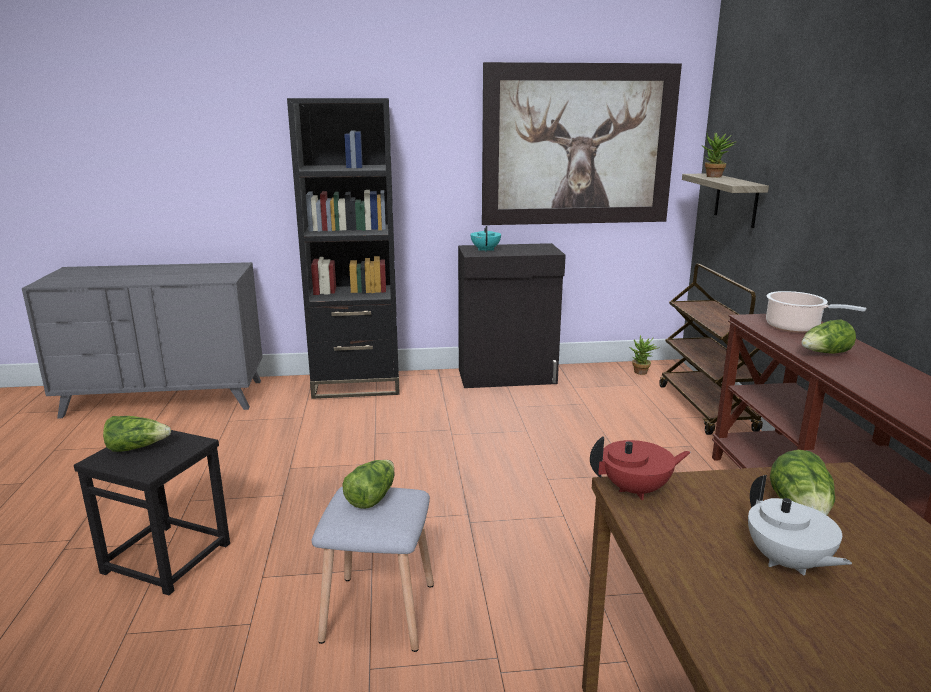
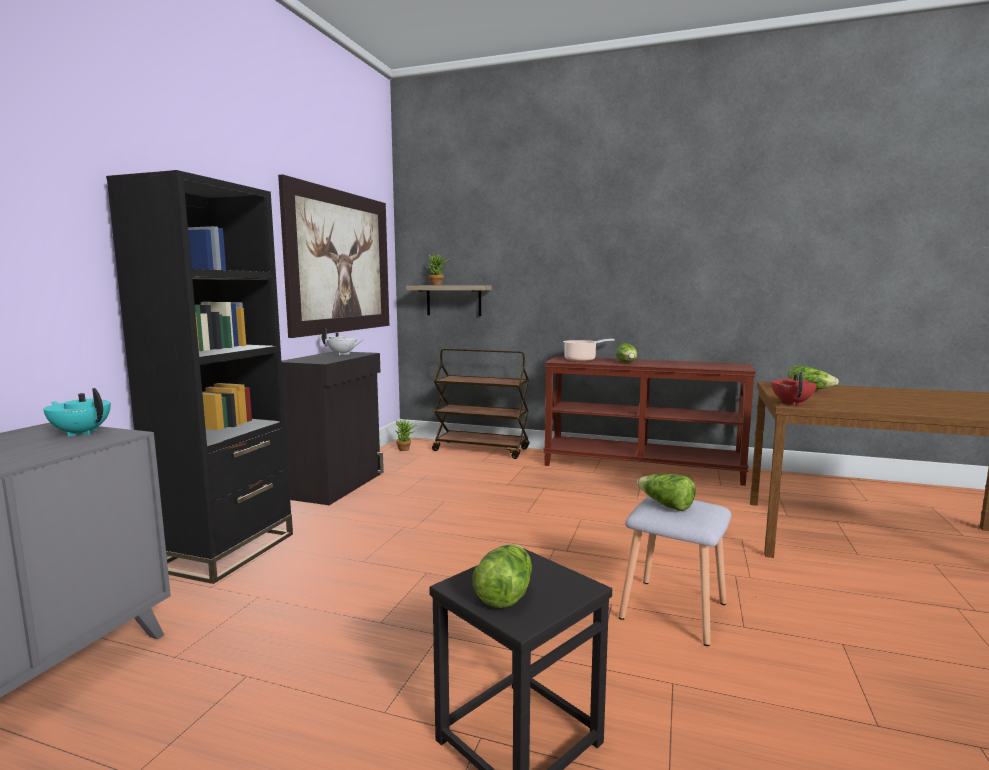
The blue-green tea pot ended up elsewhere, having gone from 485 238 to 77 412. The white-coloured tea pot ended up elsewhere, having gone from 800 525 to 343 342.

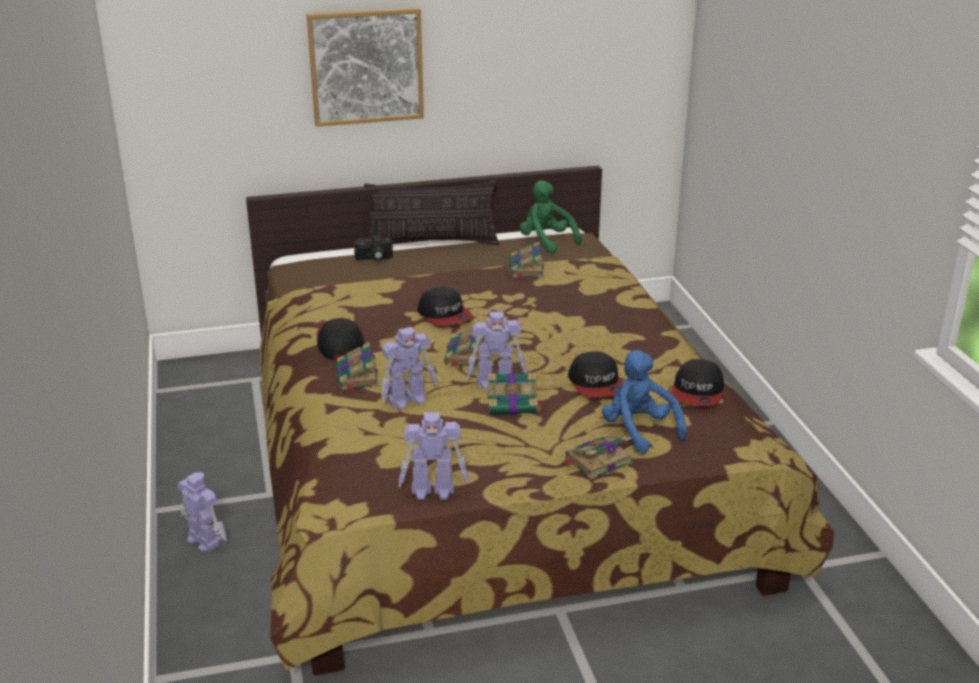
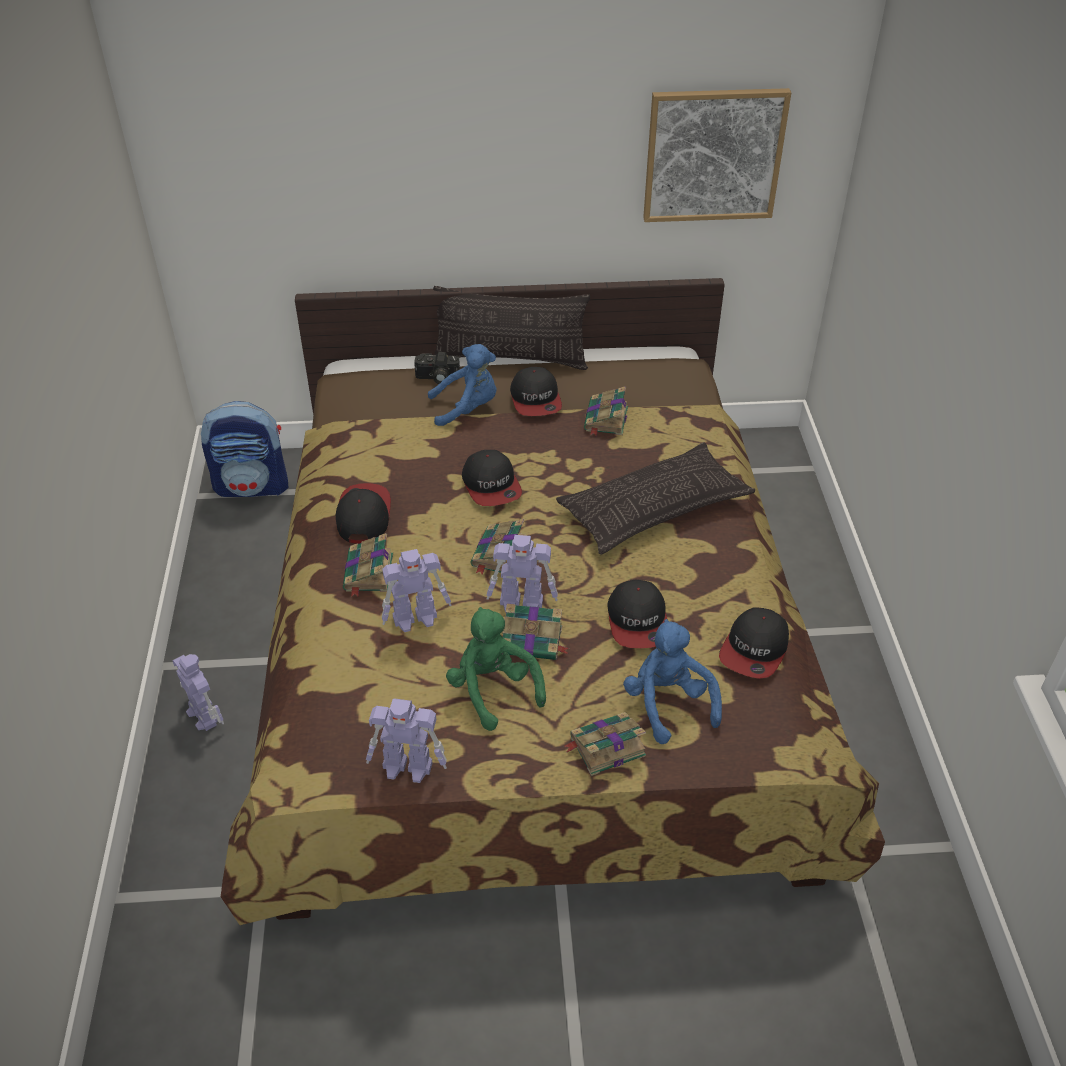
The second view gained the knapsack at 245 449. The second view gained the blue soft toy at 462 385. The second view gained the peaked cap at 536 391. The second view gained the throw pillow at 655 498. The wall picture ended up elsewhere, having gone from 365 67 to 717 155. The greenish soft toy ended up elsewhere, having gone from 551 216 to 496 669.

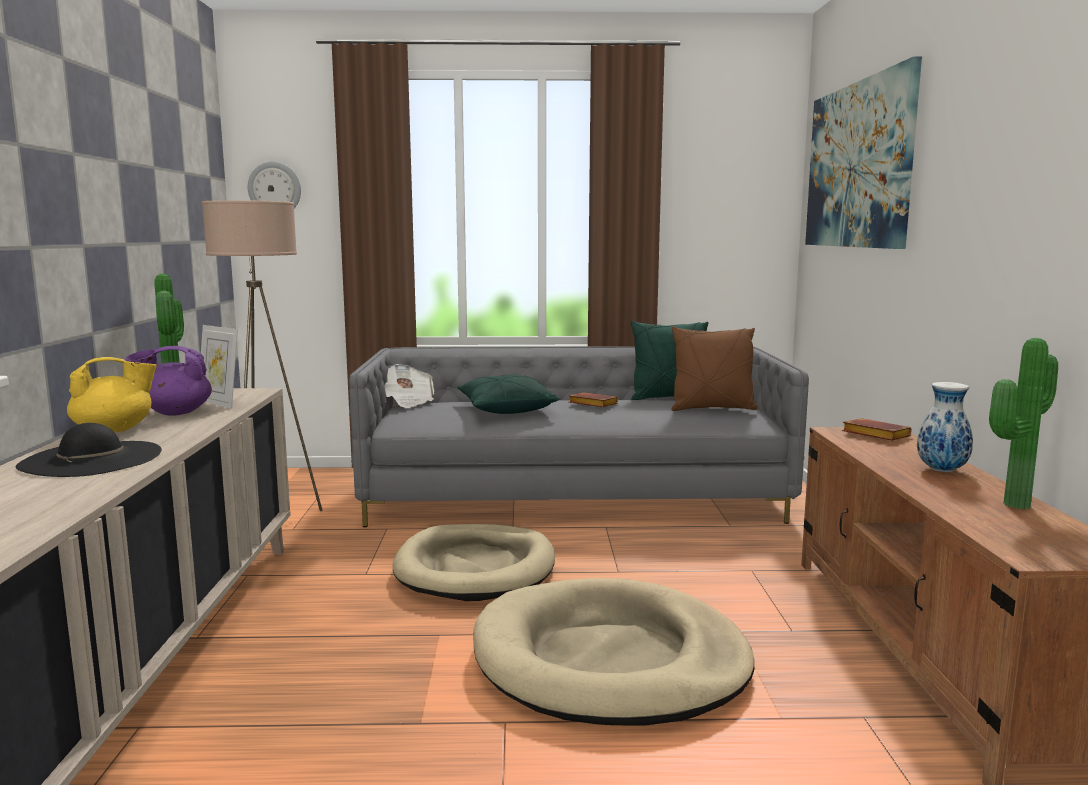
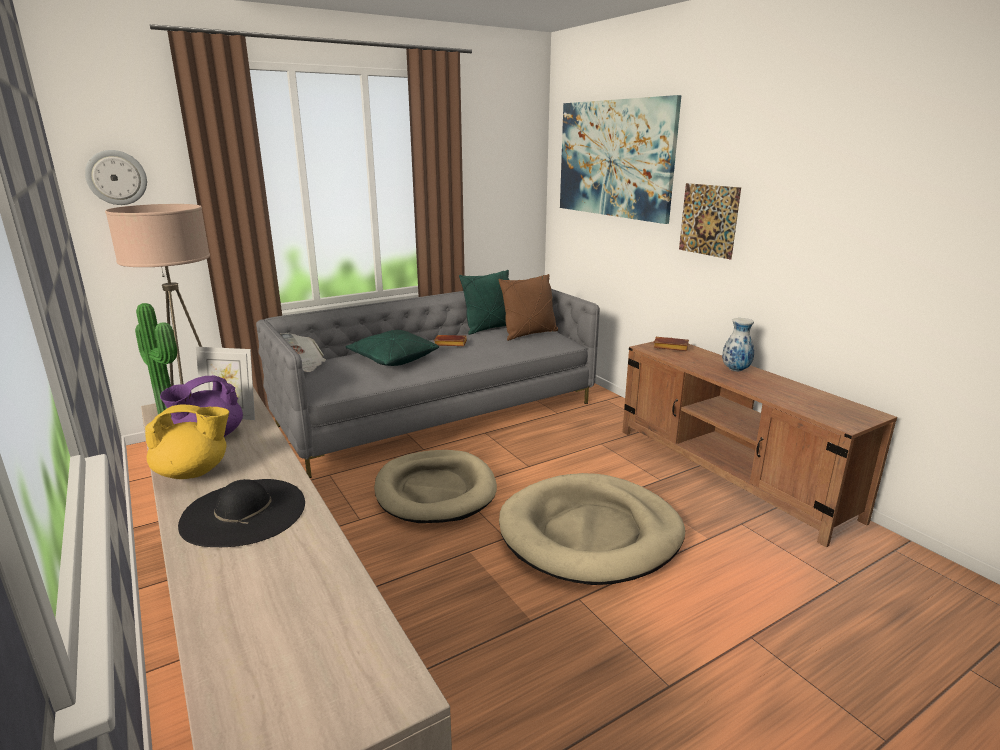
The second view lost the houseplant at 1023 423. The second view gained the wall picture at 710 221. The yellow tea pot at 112 394 ended up facing another way, 45 degrees clockwise from before.

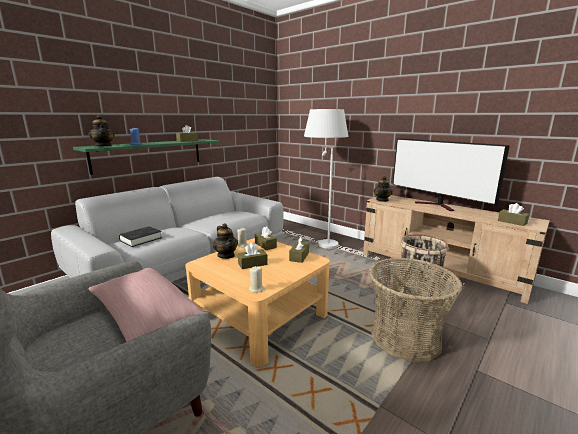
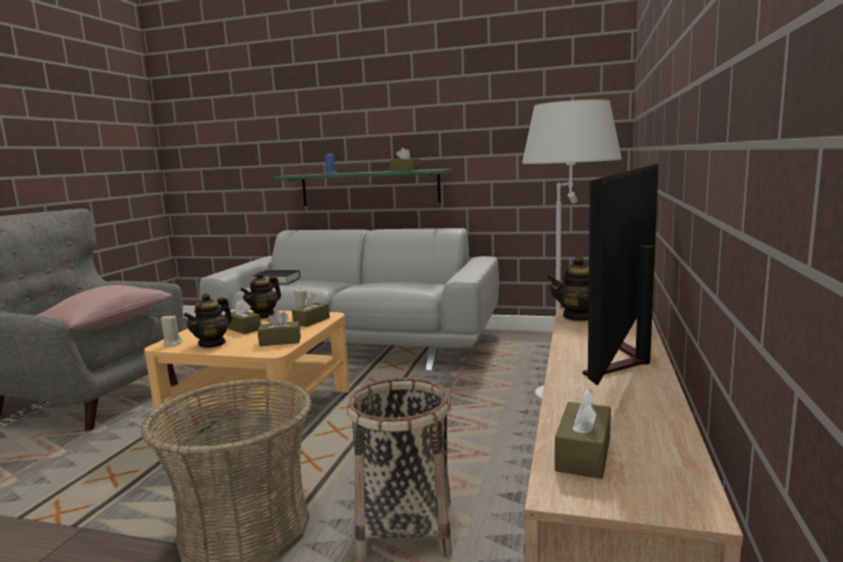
The tea pot ended up elsewhere, having gone from 102 130 to 207 320.

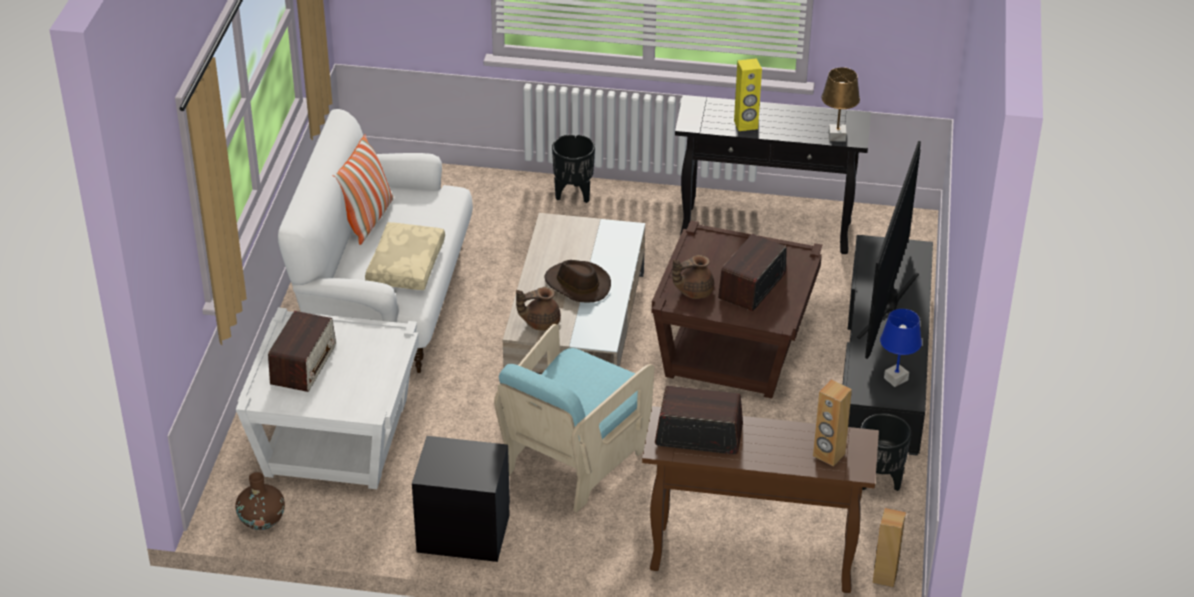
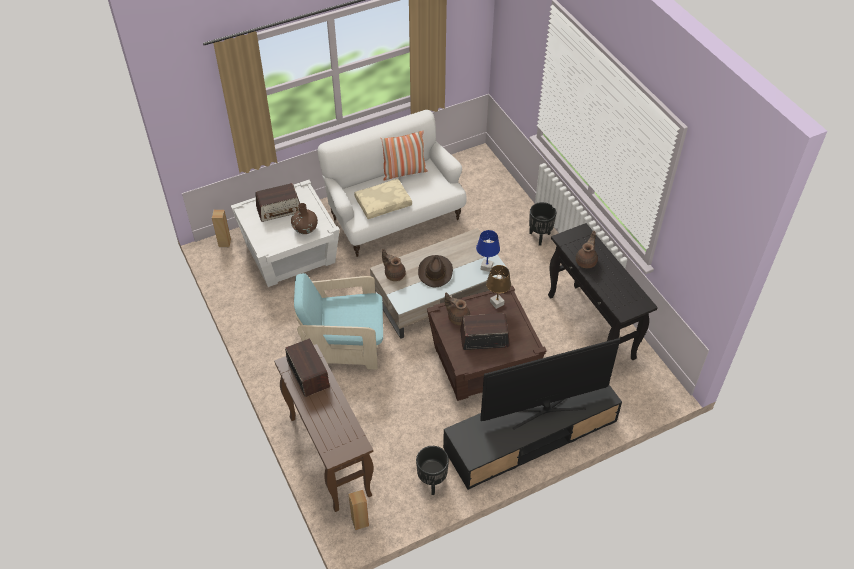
The second view lost the blackish nightstand at 461 499. The brown-coloured decorative vase ended up elsewhere, having gone from 260 501 to 304 218. The brown-coloured loudspeaker ended up elsewhere, having gone from 832 422 to 221 228. The brown-coloured tabletop lamp ended up elsewhere, having gone from 841 104 to 498 287. The blue tabletop lamp ended up elsewhere, having gone from 901 348 to 488 251. Where the yellow loudspeaker stood at 748 94, the brown-coloured tea pot came to stand at 587 249.

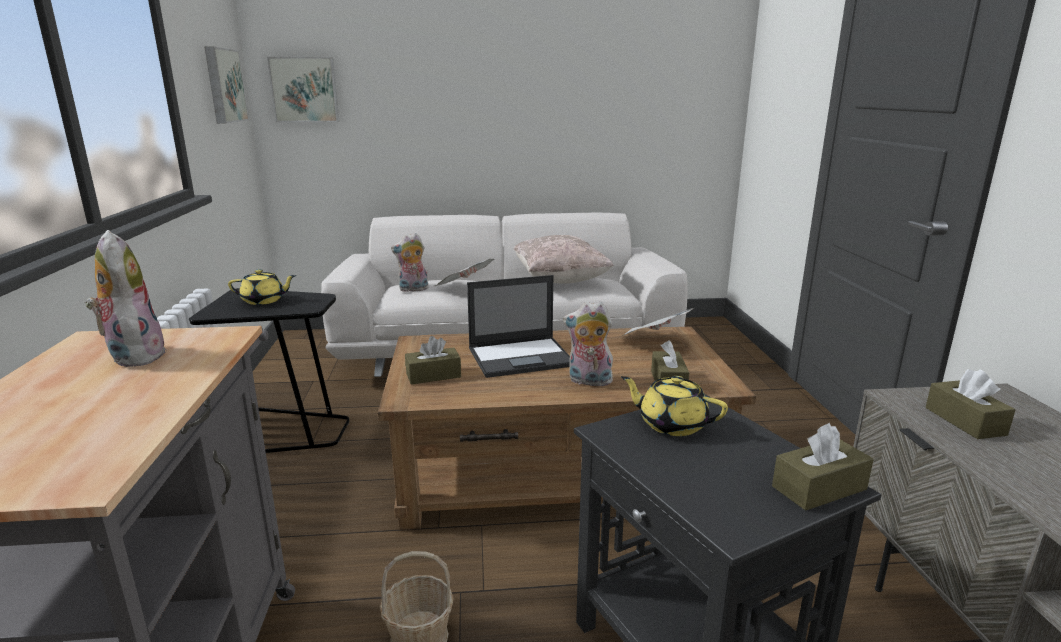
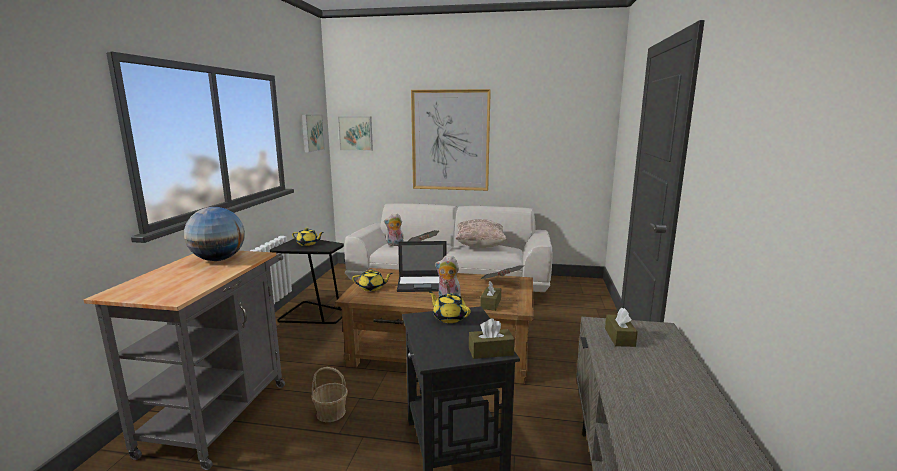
The second view gained the wall picture at 451 140. Where the soft toy stood at 126 298, the world globe came to stand at 214 234. Where the brown-coloured box of tissues stood at 433 360, the yellow tea pot came to stand at 372 280.

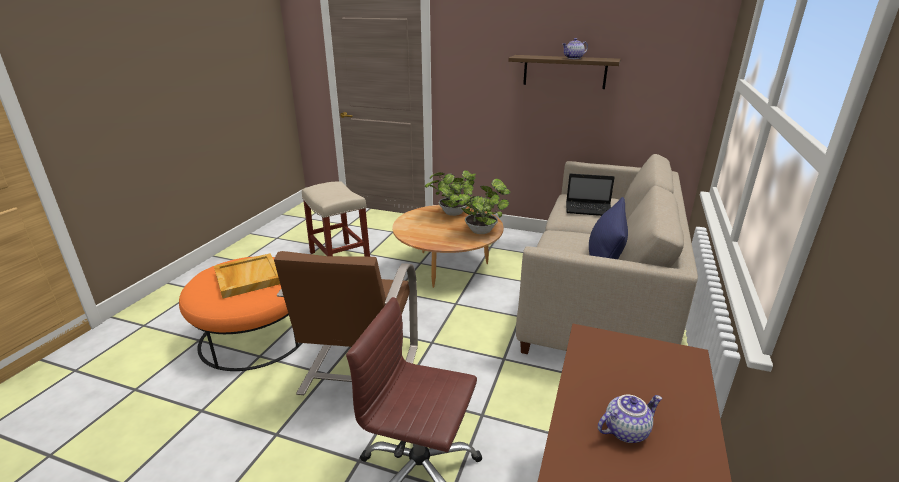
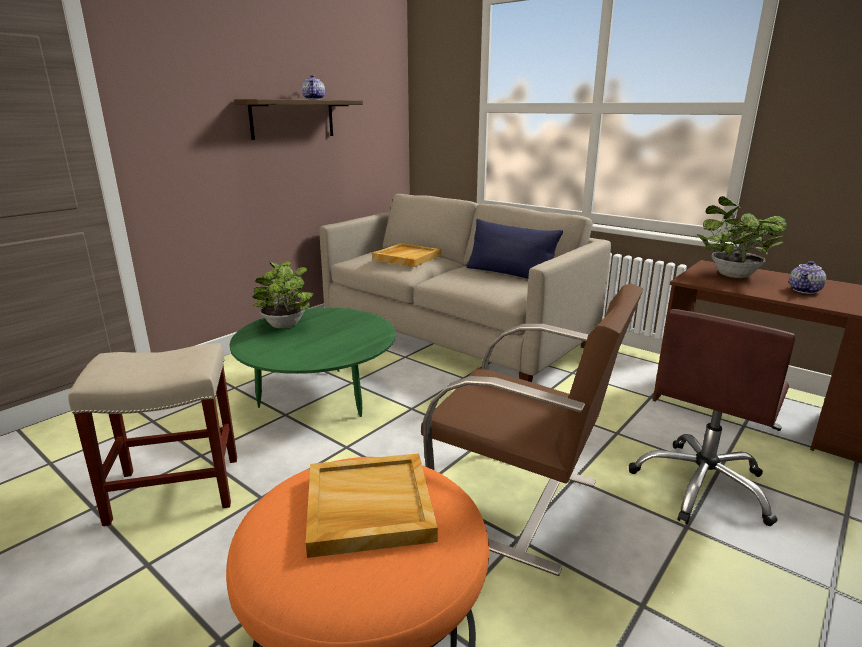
The houseplant ended up elsewhere, having gone from 484 206 to 742 237. Where the laptop stood at 590 194, the sand-coloured carrying tray came to stand at 406 255. What was the brown-coloured coffee table at 448 246 turned into the greenish coffee table at 313 362. The tea pot at 630 418 ended up facing another way, 135 degrees counterclockwise from before.

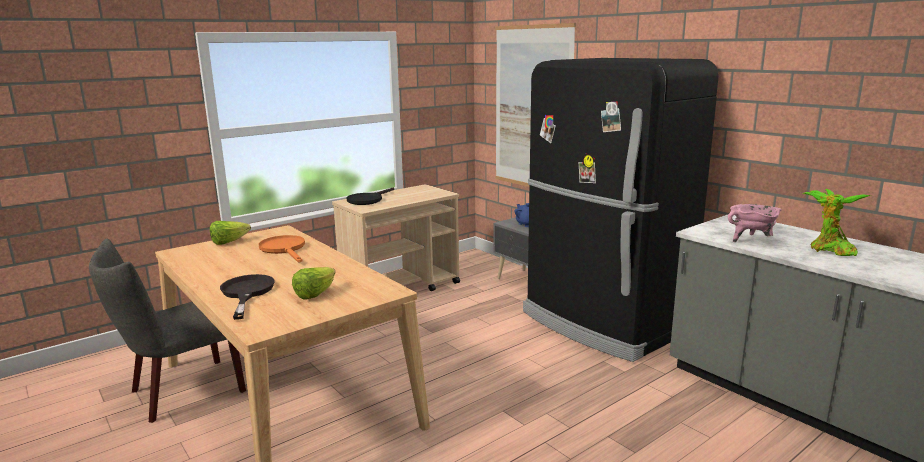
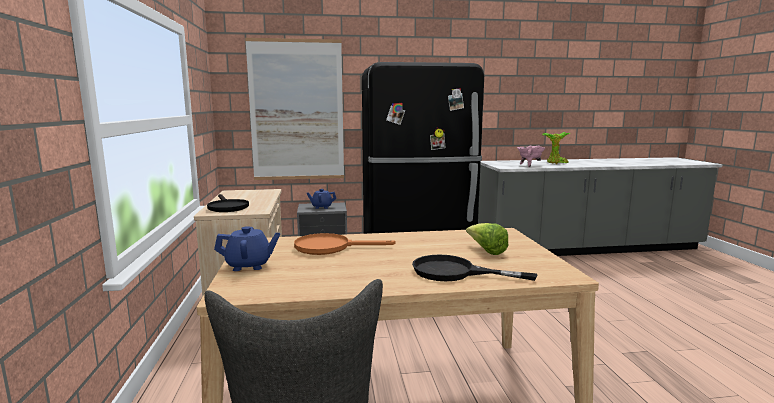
Where the lettuce head stood at 230 233, the blue tea pot came to stand at 247 248.

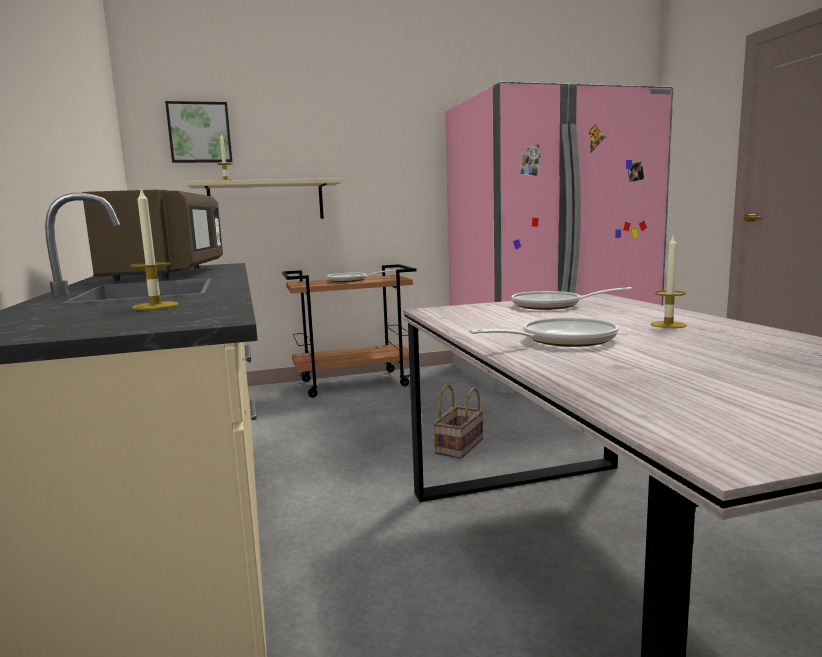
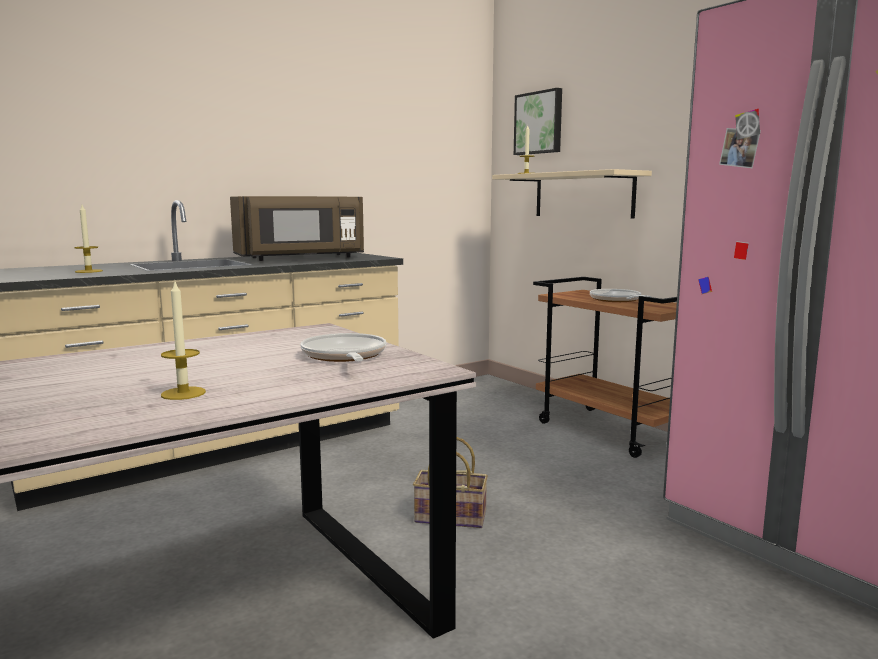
The second view lost the frying pan at 544 332.

